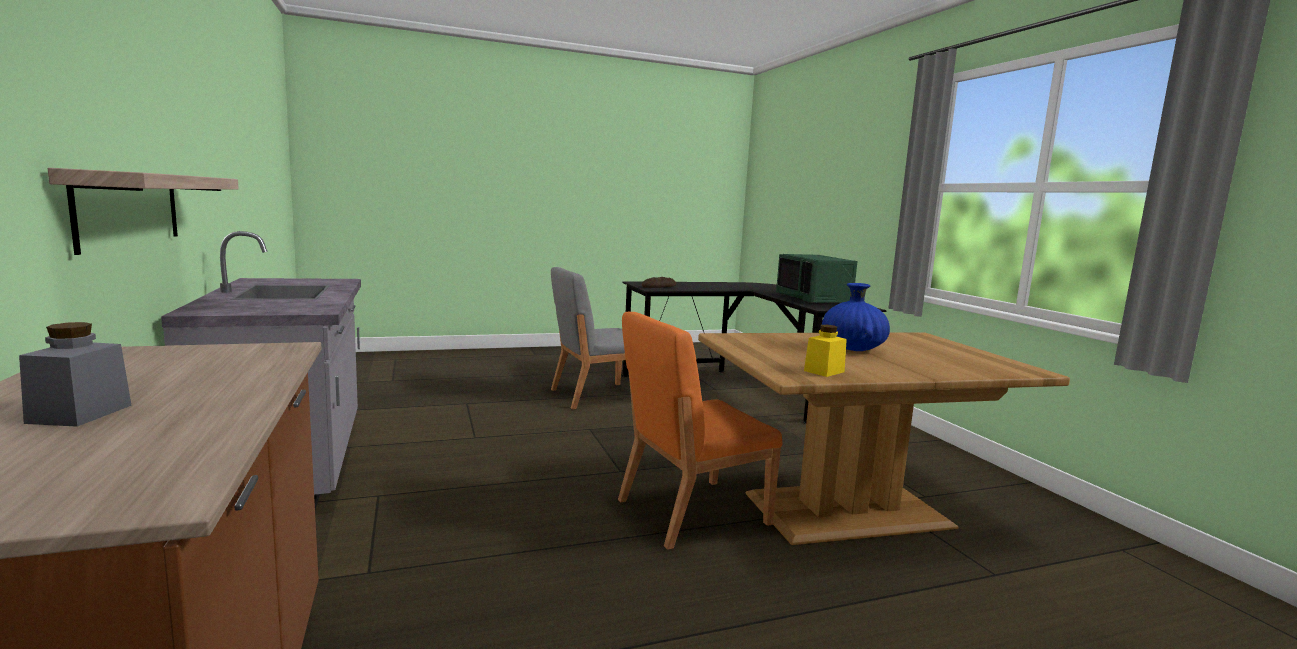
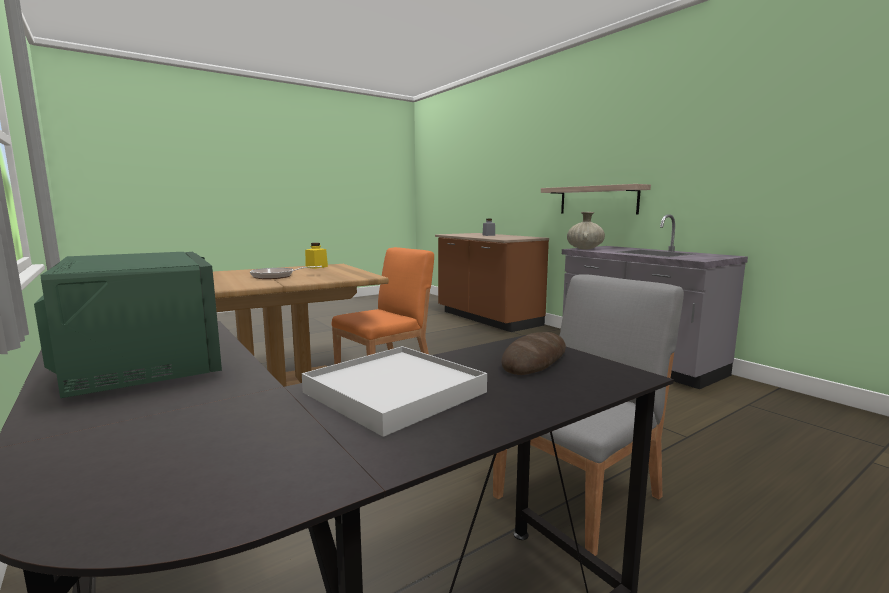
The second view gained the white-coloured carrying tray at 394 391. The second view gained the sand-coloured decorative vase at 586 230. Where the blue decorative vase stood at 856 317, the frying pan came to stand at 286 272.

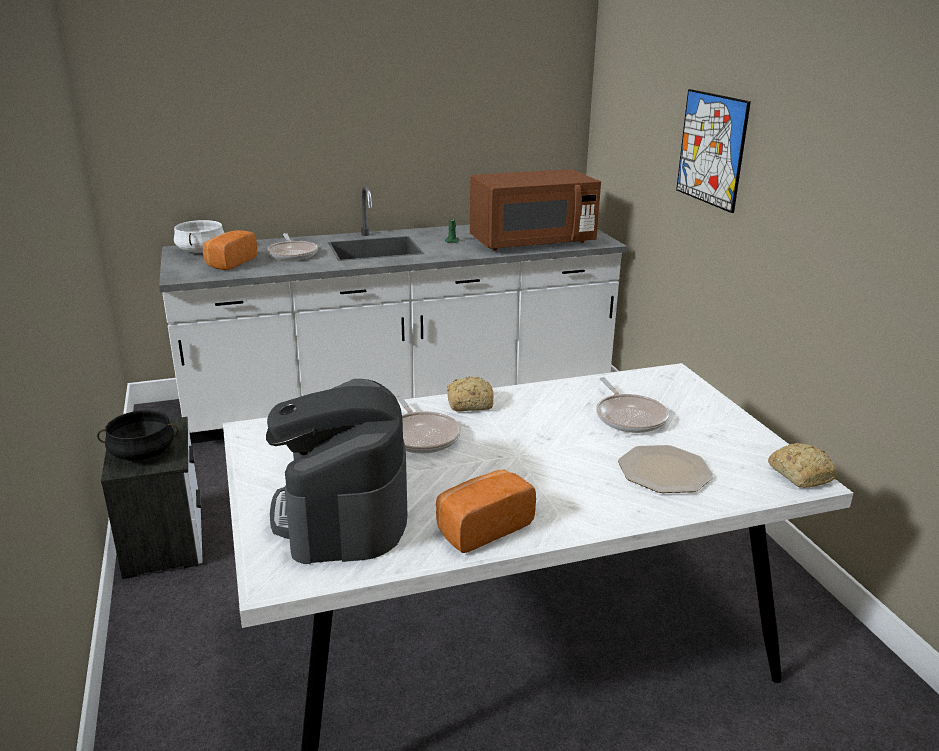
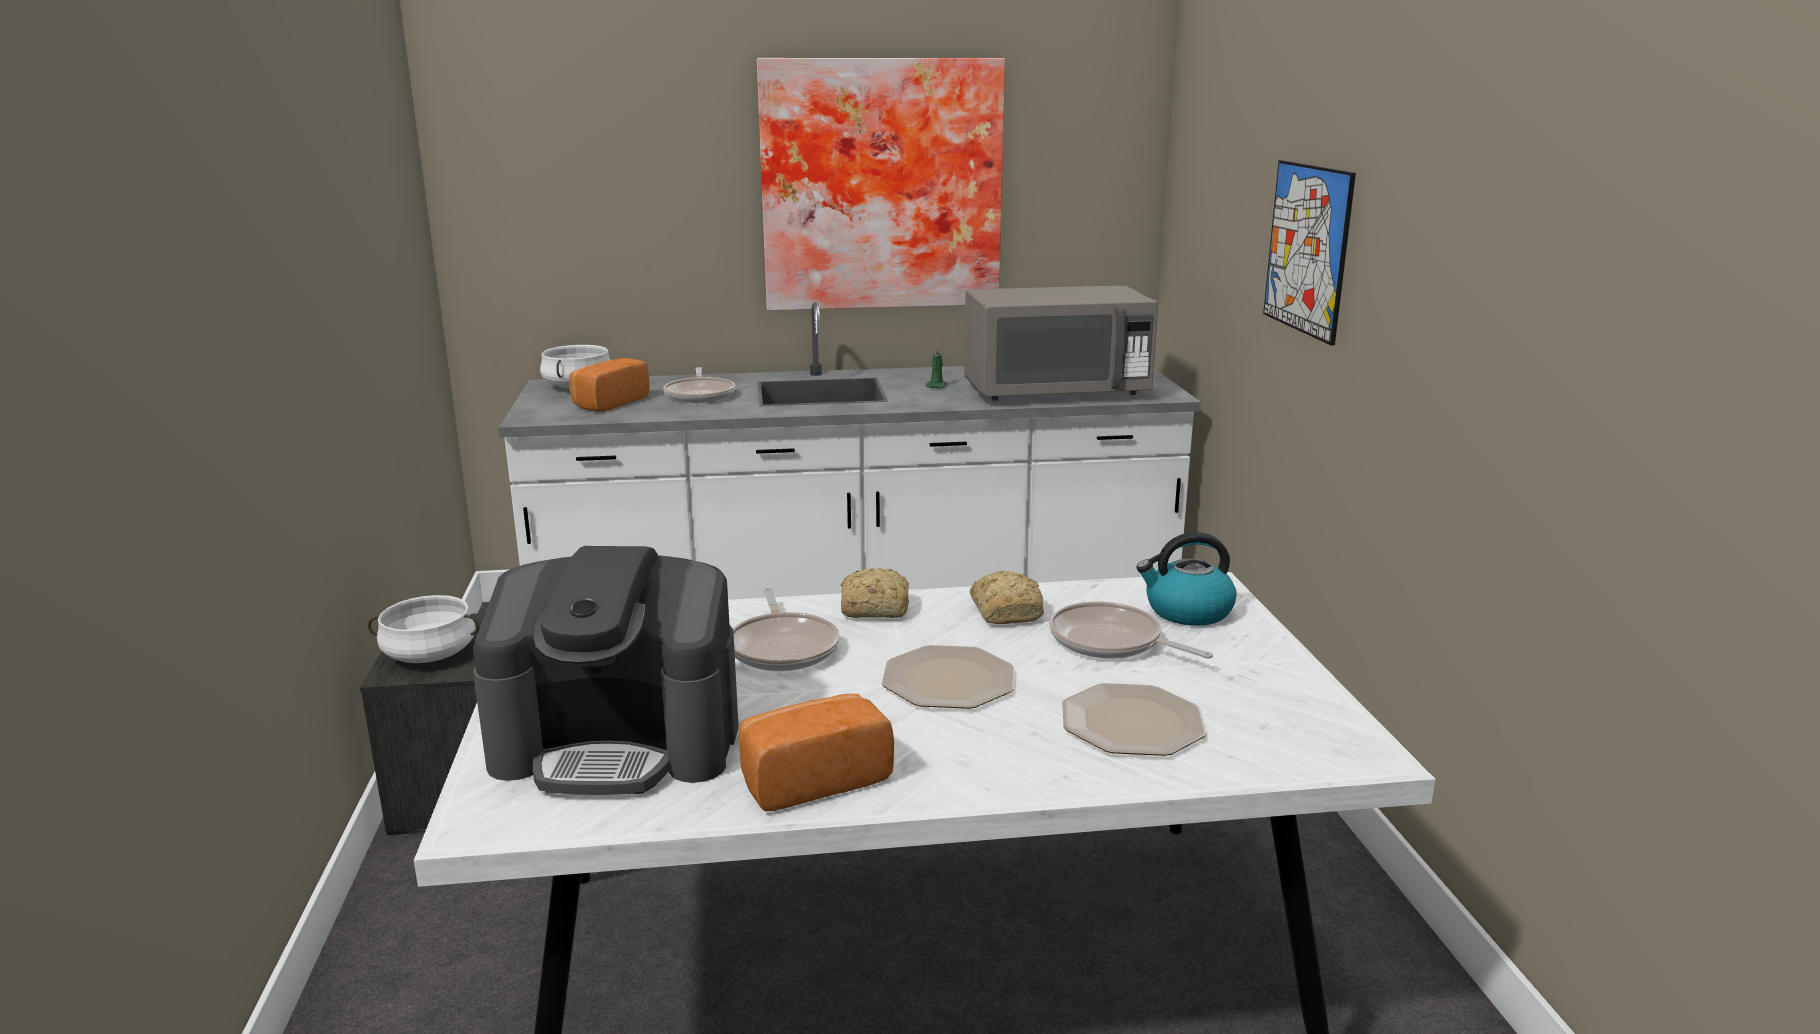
The second view gained the wall picture at 880 184. The second view gained the flat dish at 948 677. The second view gained the kettle at 1186 579. The bread ended up elsewhere, having gone from 802 465 to 1007 597. What was the blackish cooking pot at 138 435 turned into the white-coloured cooking pot at 423 629. What was the brown-coloured kitchen microwave at 535 209 turned into the greyish kitchen microwave at 1061 343. The coffee machine at 336 471 ended up facing another way, 90 degrees counterclockwise from before. The frying pan at 632 405 ended up facing another way, 135 degrees clockwise from before.

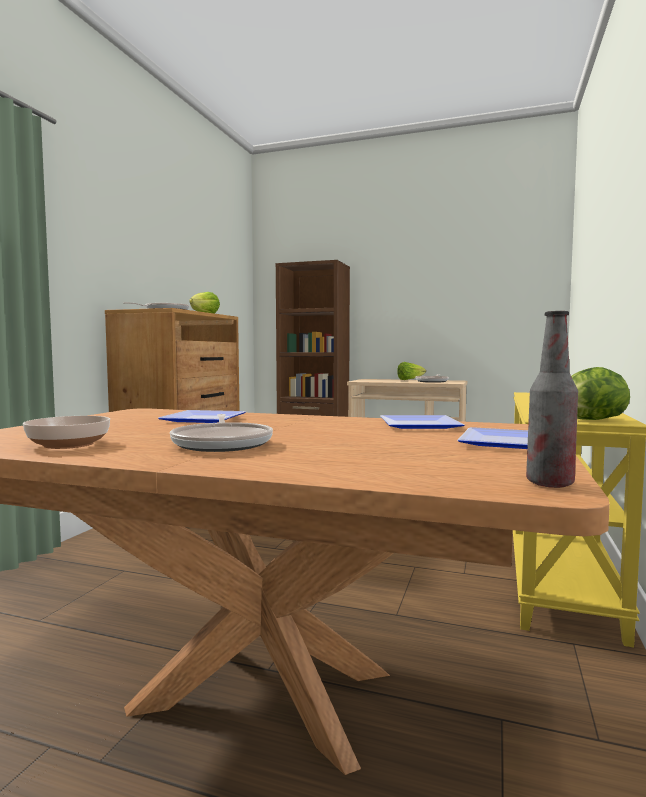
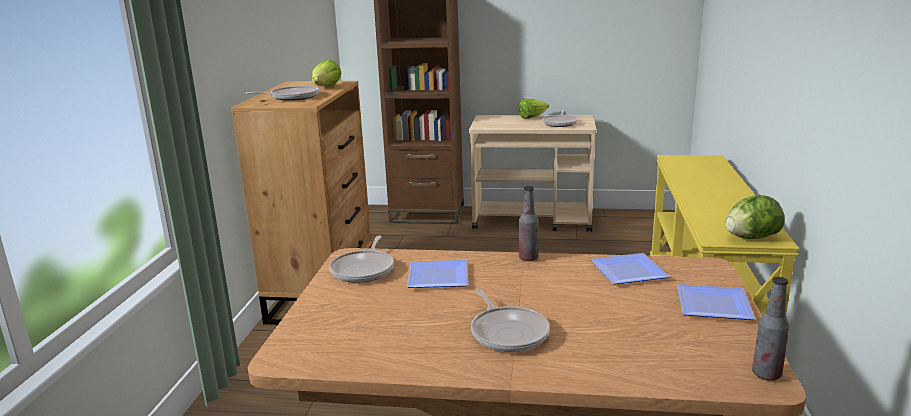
The second view lost the serving bowl at 66 432. The second view gained the frying pan at 361 259. The second view gained the beverage bottle at 529 223.

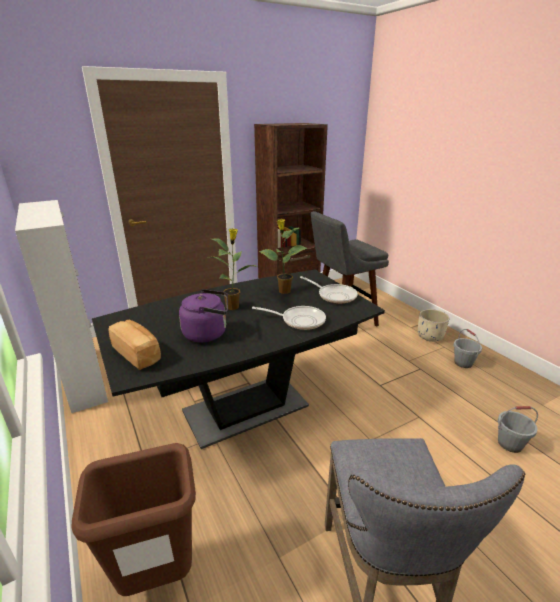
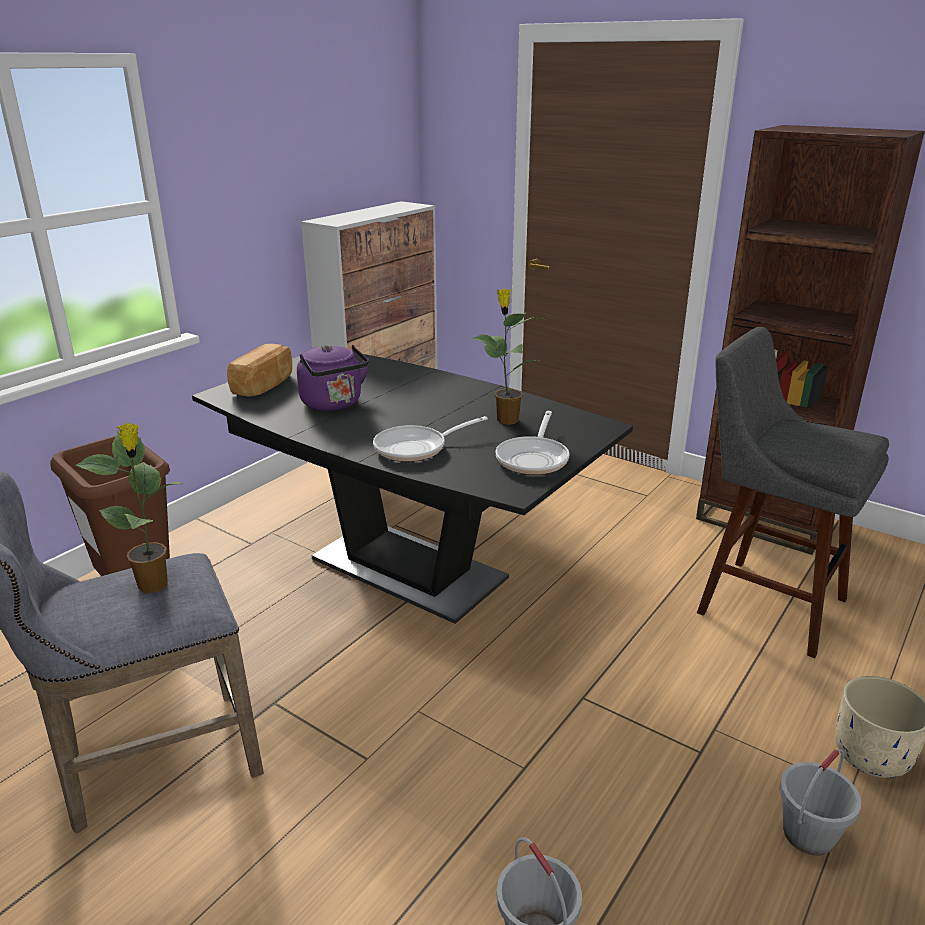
The houseplant ended up elsewhere, having gone from 232 269 to 128 508. The frying pan at 289 318 ended up facing another way, 75 degrees clockwise from before.

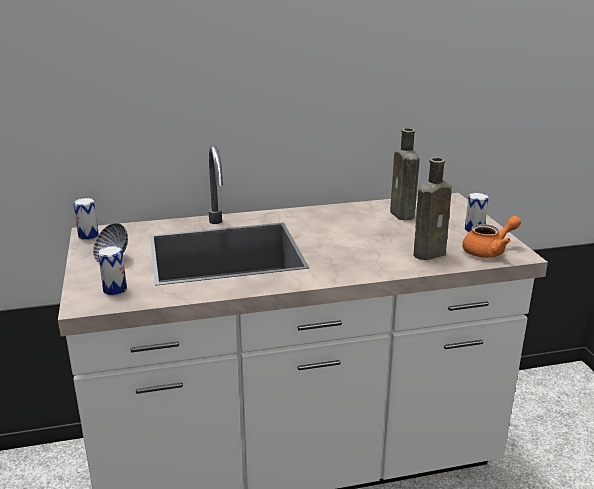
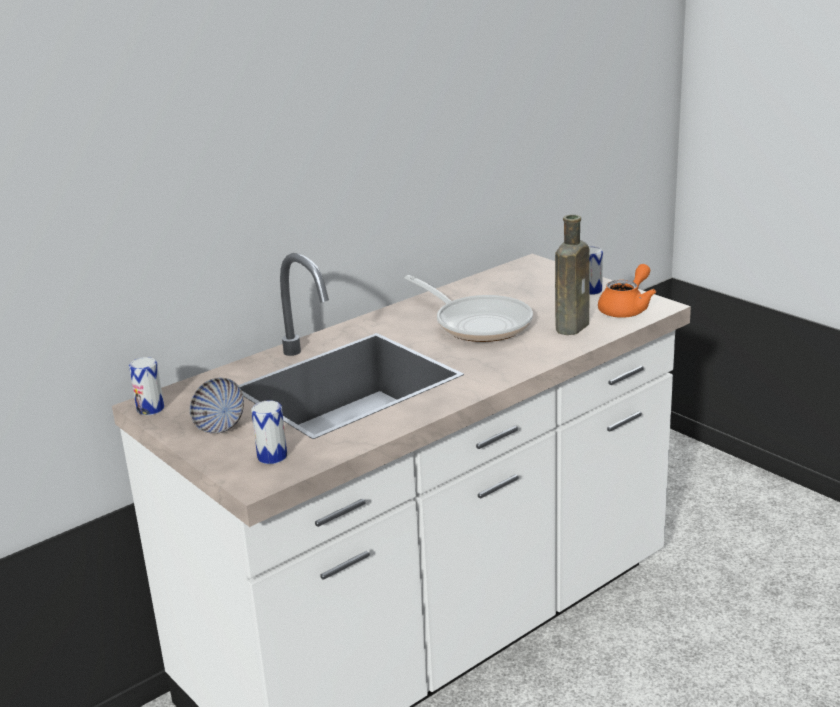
The second view lost the brown-coloured beverage bottle at 405 174. The second view gained the frying pan at 468 308.

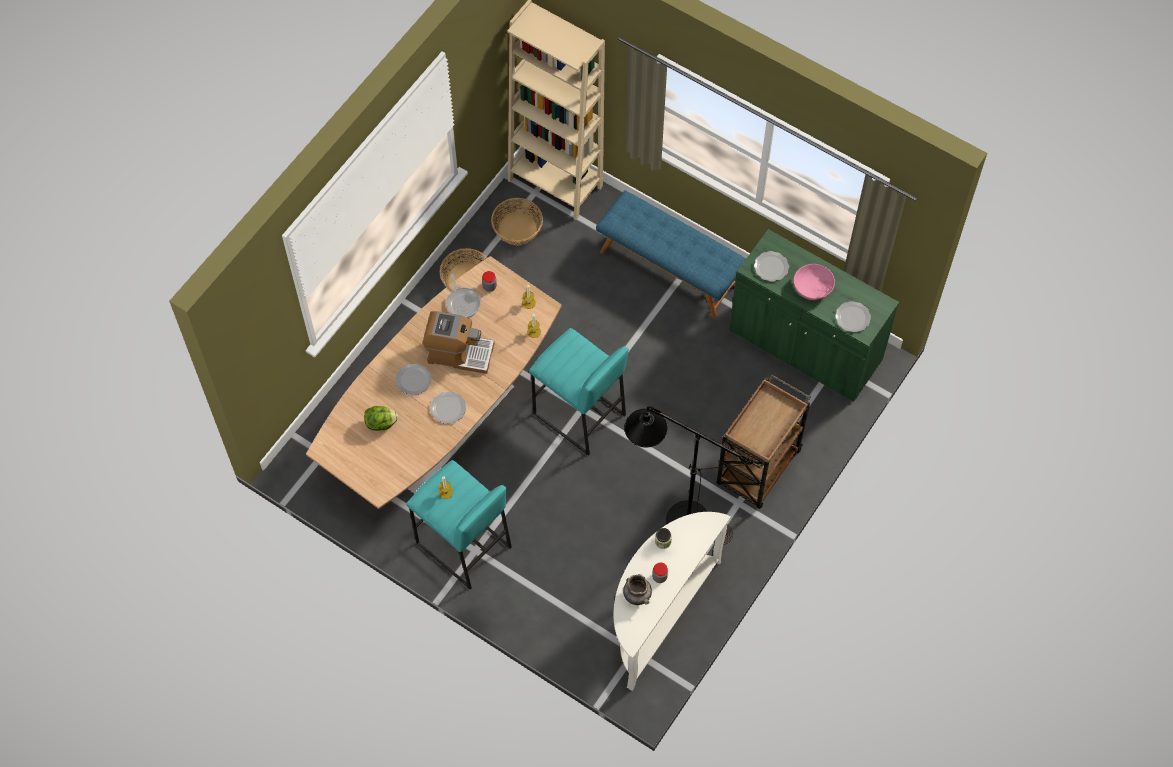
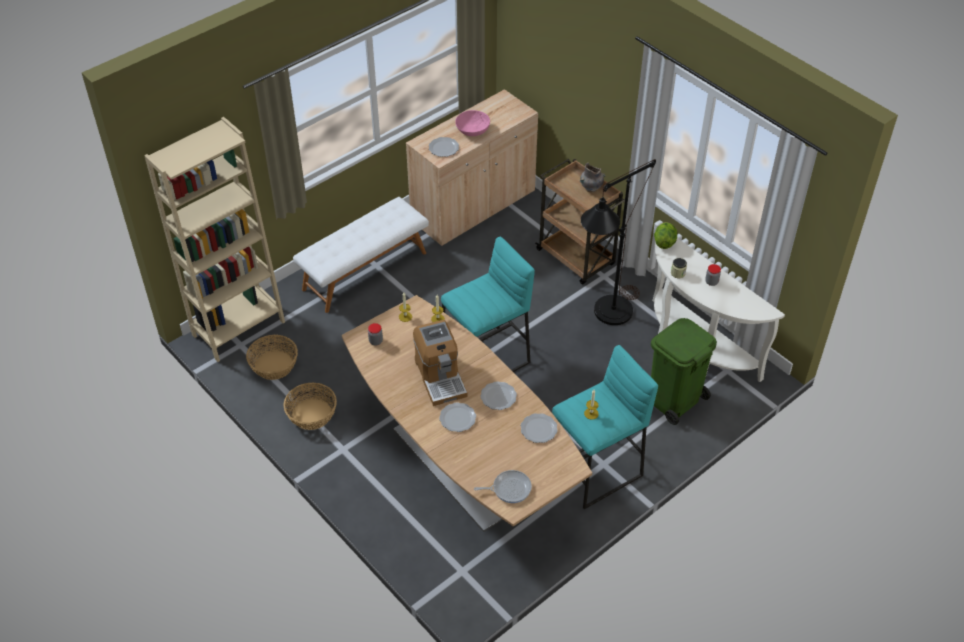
The second view gained the greenish trash can at 684 371. The lettuce head ended up elsewhere, having gone from 381 418 to 665 235. The frying pan ended up elsewhere, having gone from 463 296 to 503 486. The greyish decorative vase ended up elsewhere, having gone from 637 589 to 592 177. The flat dish ended up elsewhere, having gone from 853 316 to 539 428. What was the blue long seat at 671 254 turned into the white-coloured long seat at 361 255. What was the greenish storage cabinet at 814 315 turned into the sand-coloured storage cabinet at 472 167. The coffee machine at 459 342 ended up facing another way, 135 degrees clockwise from before.

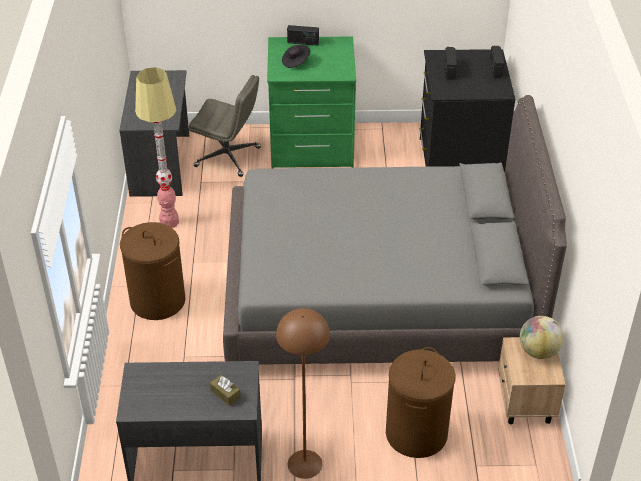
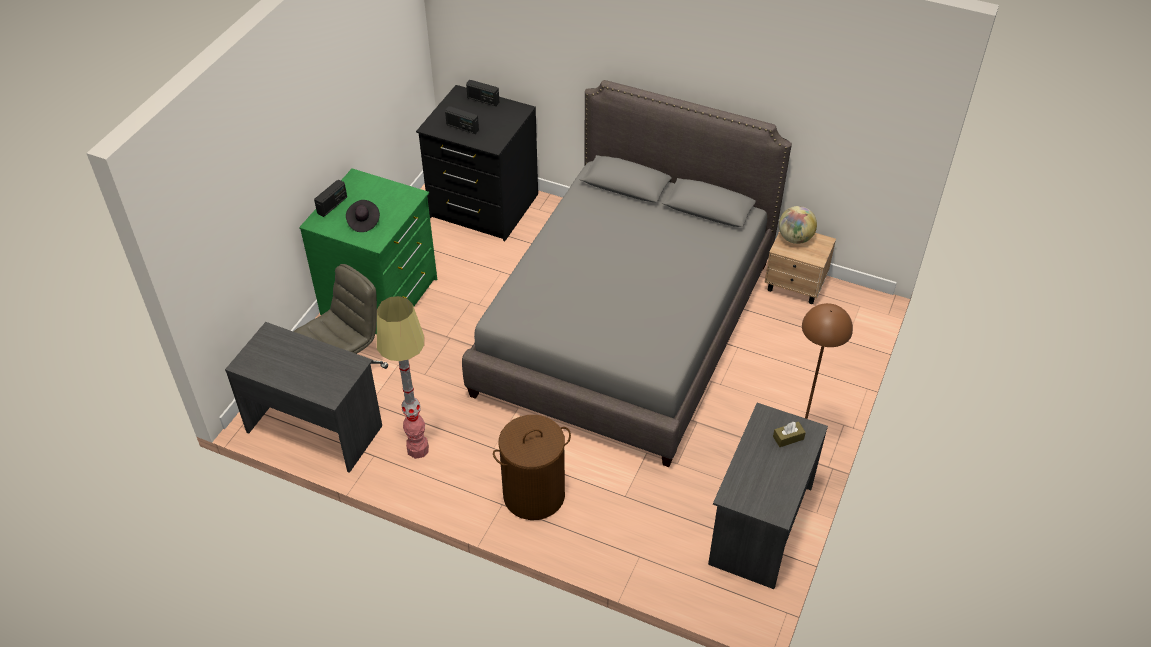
The second view lost the brown-coloured hamper at 421 402.

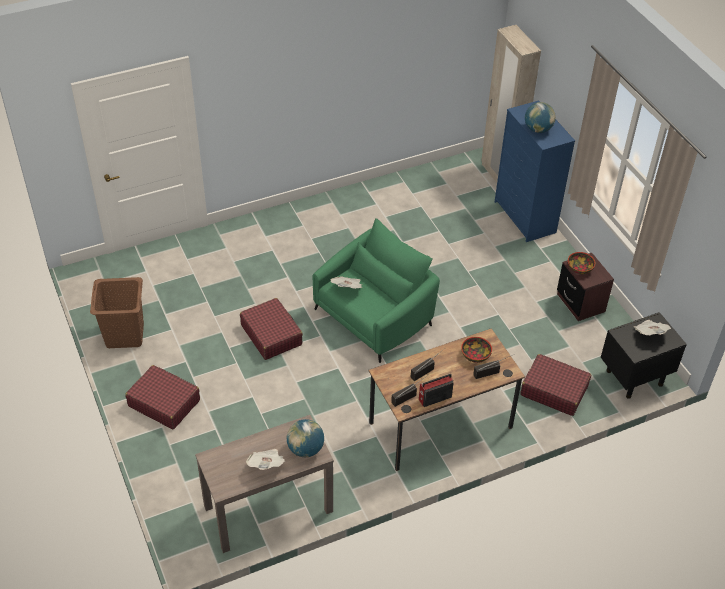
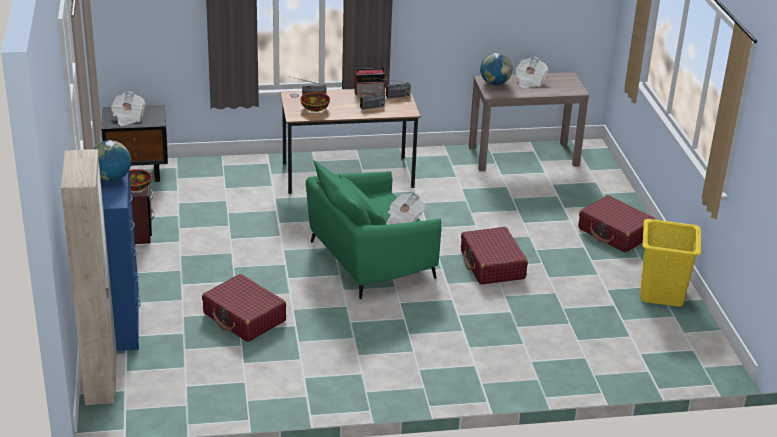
The red suitcase ended up elsewhere, having gone from 555 385 to 244 308. What was the brown-coloured hamper at 117 312 turned into the yellow hamper at 670 263.

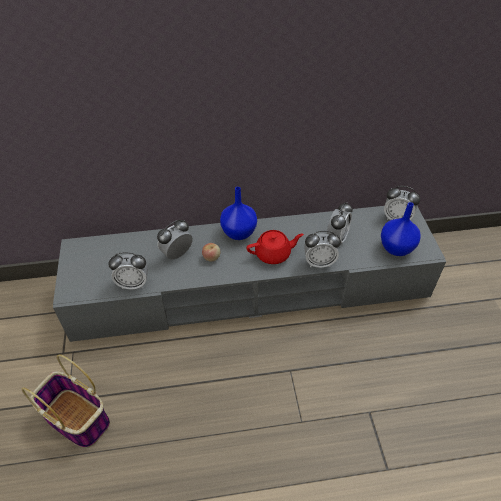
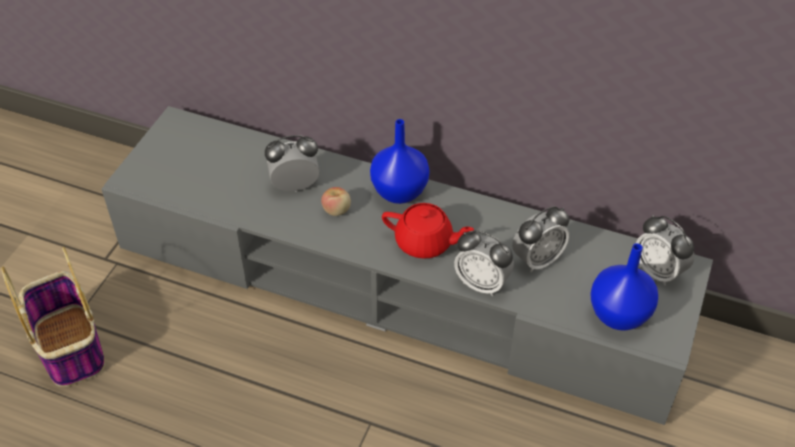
The second view lost the table clock at 128 270.

